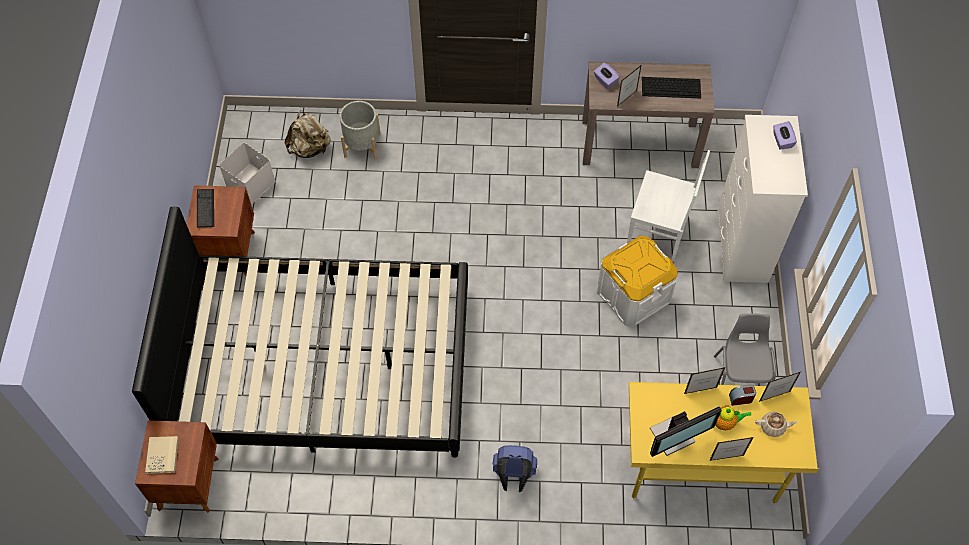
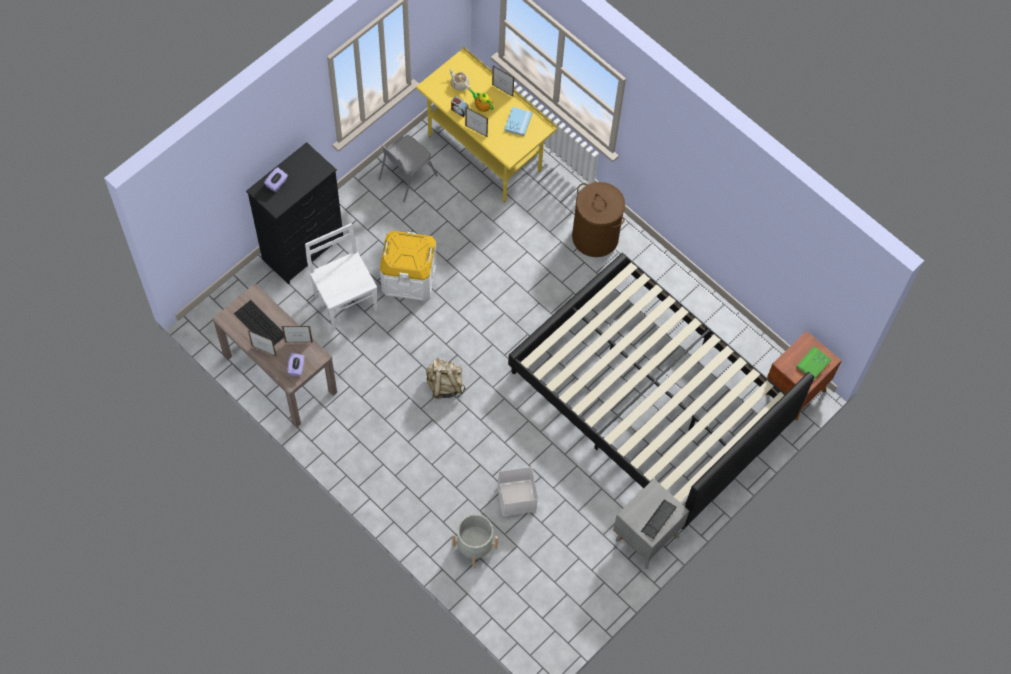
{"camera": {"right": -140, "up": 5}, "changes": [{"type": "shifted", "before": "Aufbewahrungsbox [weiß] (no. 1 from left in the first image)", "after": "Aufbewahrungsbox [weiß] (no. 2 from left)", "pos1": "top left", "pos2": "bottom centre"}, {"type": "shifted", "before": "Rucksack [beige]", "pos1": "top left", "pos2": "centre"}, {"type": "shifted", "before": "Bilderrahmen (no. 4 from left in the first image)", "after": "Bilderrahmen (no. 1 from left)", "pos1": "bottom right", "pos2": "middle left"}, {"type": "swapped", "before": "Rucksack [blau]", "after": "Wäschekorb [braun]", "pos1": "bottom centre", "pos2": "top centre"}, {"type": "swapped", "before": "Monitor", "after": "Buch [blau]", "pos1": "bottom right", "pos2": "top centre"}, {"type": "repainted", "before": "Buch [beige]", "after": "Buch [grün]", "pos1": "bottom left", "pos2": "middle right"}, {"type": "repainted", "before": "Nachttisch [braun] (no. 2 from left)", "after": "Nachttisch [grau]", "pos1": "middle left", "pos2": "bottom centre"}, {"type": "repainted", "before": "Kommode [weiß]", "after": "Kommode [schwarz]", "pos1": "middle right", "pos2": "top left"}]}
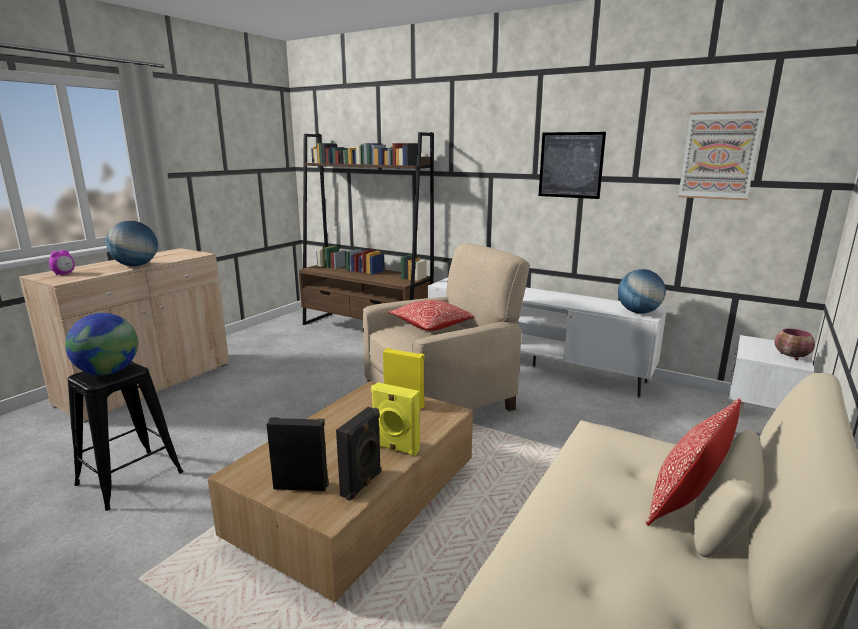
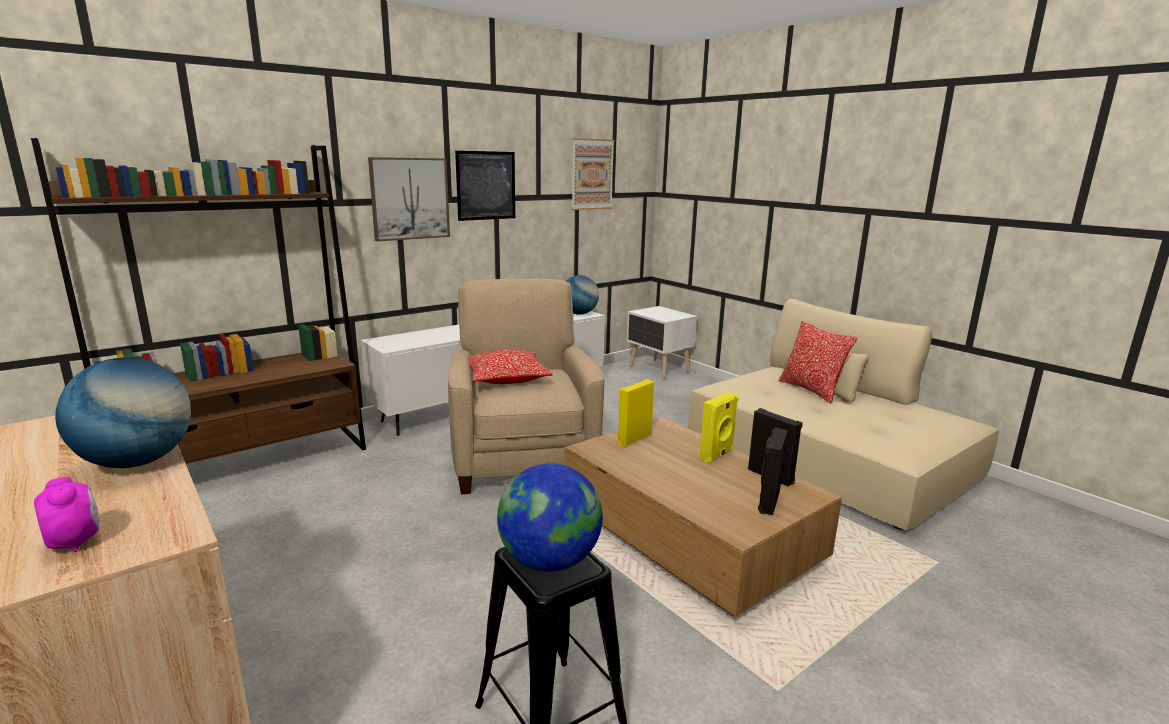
{"camera": {"right": -70, "up": 0}, "changes": [{"type": "gone", "before": "Schüssel", "pos1": "middle right"}, {"type": "new", "after": "Bild (no. 1 from left)", "pos2": "top centre"}]}
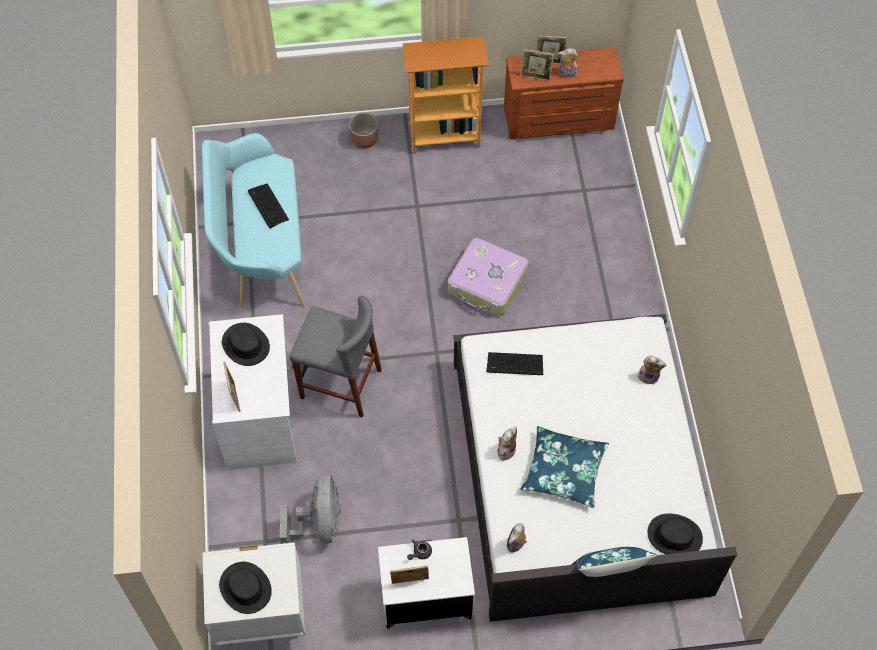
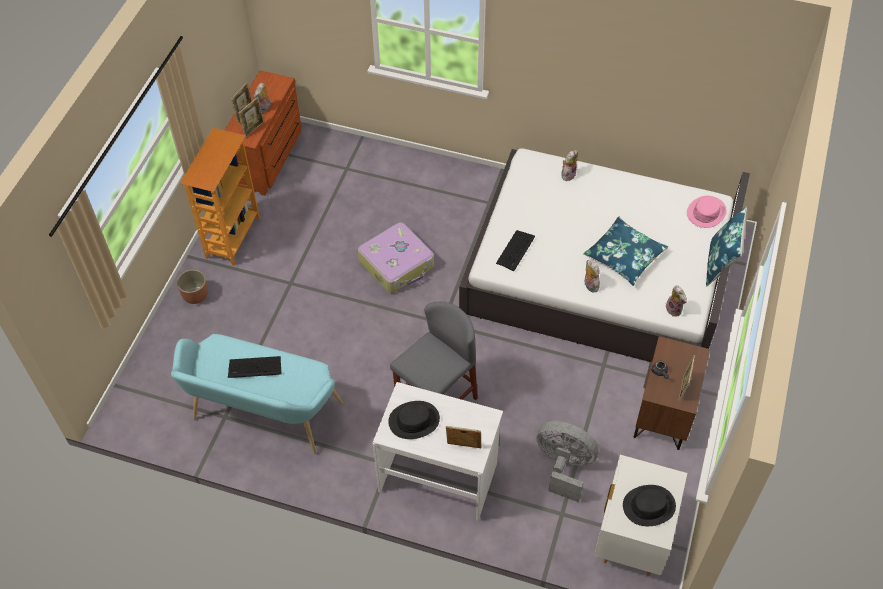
{"camera": {"right": -65, "up": -5}, "changes": [{"type": "repainted", "before": "Nachttisch [weiß] (no. 2 from left)", "after": "Nachttisch [braun]", "pos1": "bottom centre", "pos2": "bottom right"}, {"type": "repainted", "before": "Hut [schwarz] (no. 3 from left)", "after": "Hut [rosa]", "pos1": "bottom right", "pos2": "middle right"}]}
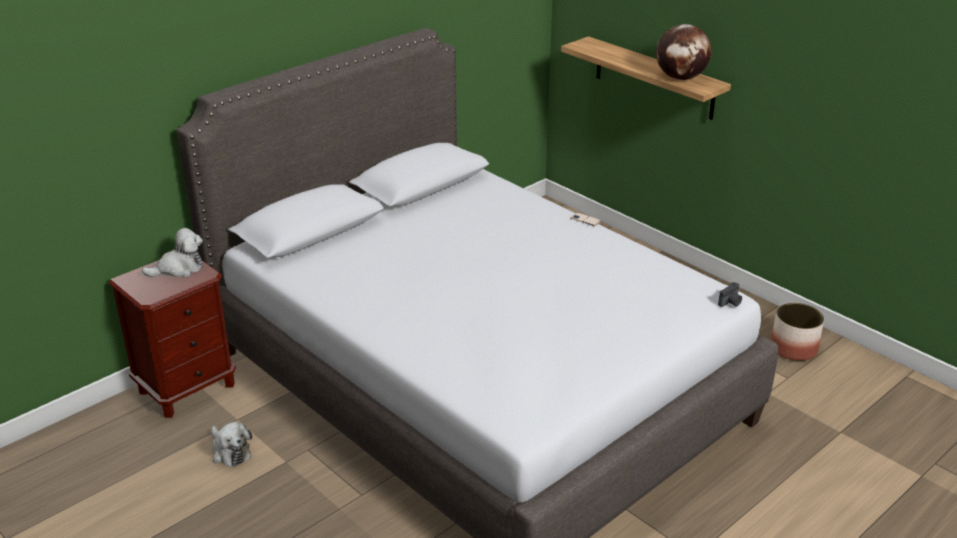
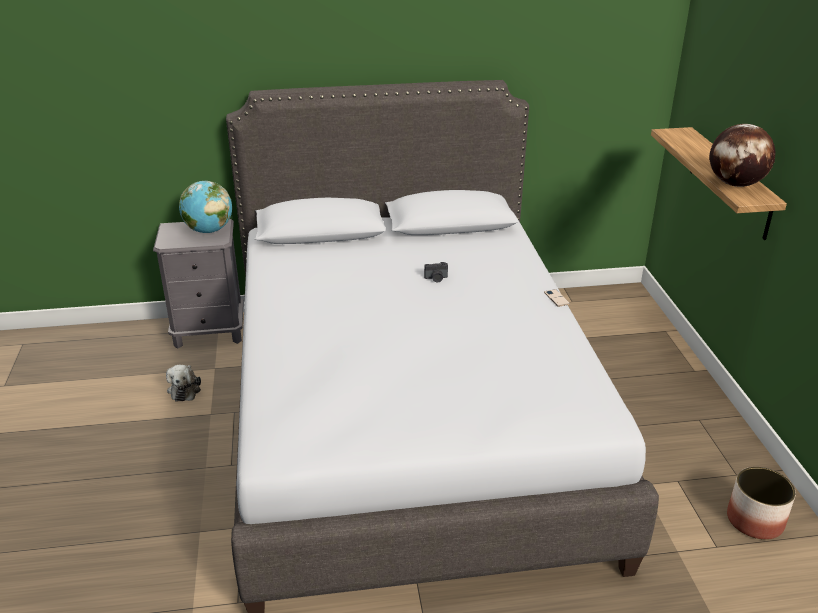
{"camera": {"right": 35, "up": 0}, "changes": [{"type": "shifted", "before": "Kamera", "pos1": "middle right", "pos2": "centre"}, {"type": "swapped", "before": "Plüschtier (no. 1 from left)", "after": "Globus (no. 1 from left)", "pos1": "middle left", "pos2": "middle left"}, {"type": "repainted", "before": "Nachttisch [braun]", "after": "Nachttisch [grau]", "pos1": "middle left", "pos2": "middle left"}]}
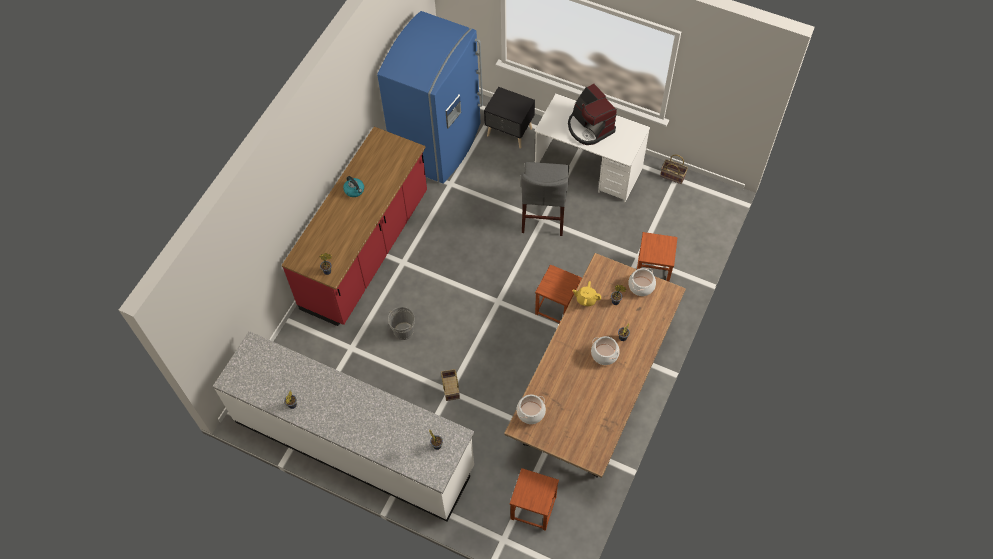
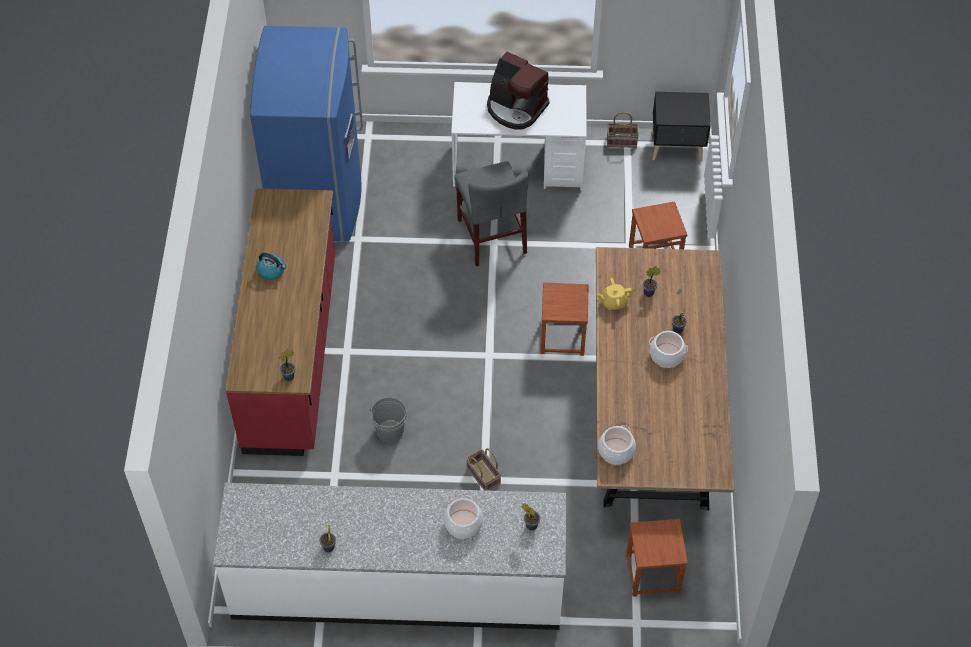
{"camera": {"right": -25, "up": -5}, "changes": [{"type": "shifted", "before": "Nachttisch [schwarz]", "pos1": "top centre", "pos2": "top right"}, {"type": "shifted", "before": "Kochtopf (no. 3 from left in the first image)", "after": "Kochtopf (no. 1 from left)", "pos1": "centre", "pos2": "bottom centre"}]}
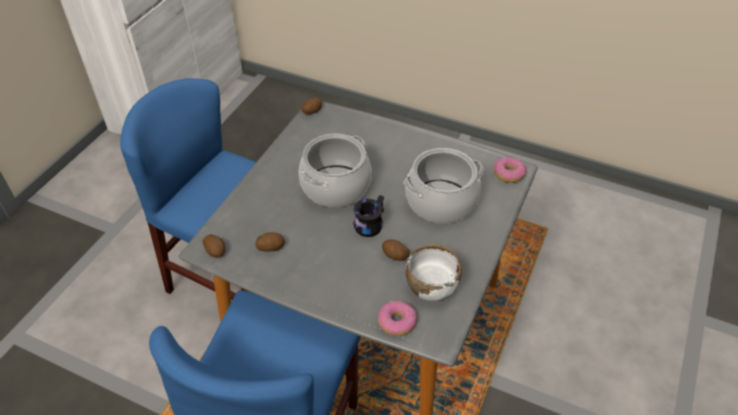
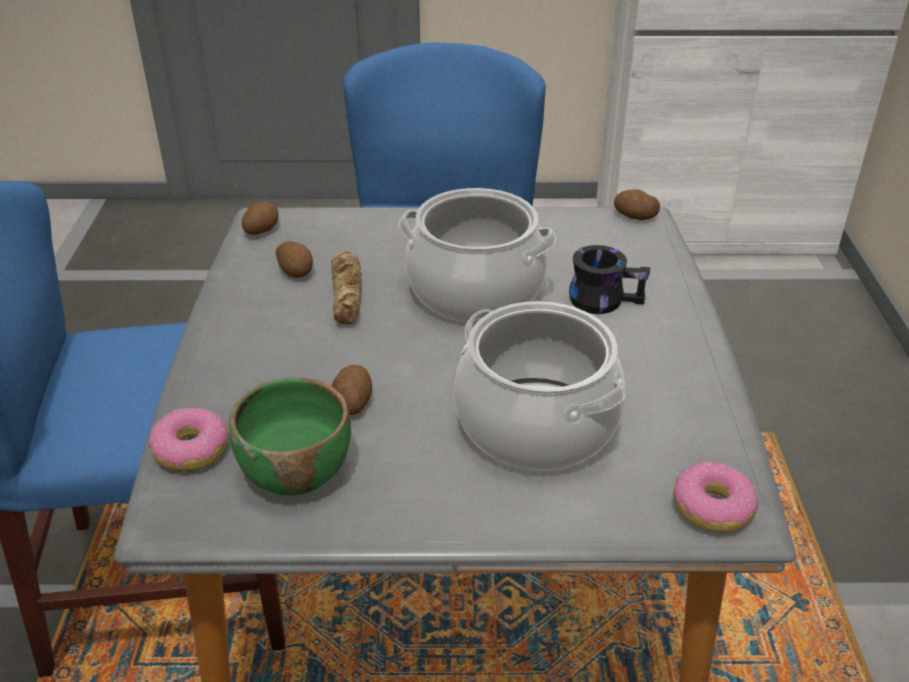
{"camera": {"right": 65, "up": -10}, "changes": [{"type": "new", "after": "Brot", "pos2": "centre"}, {"type": "shifted", "before": "Henkelbecher [schwarz]", "pos1": "centre", "pos2": "middle right"}, {"type": "repainted", "before": "Schüssel [weiß]", "after": "Schüssel [grün]", "pos1": "centre", "pos2": "middle left"}]}
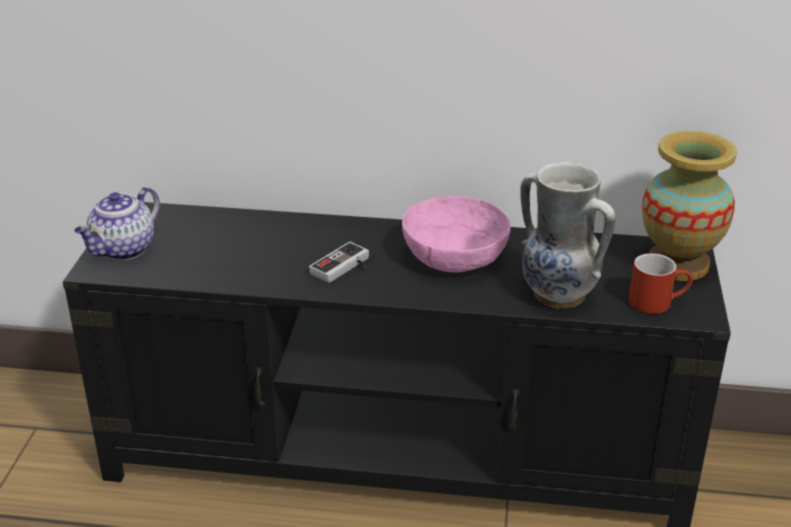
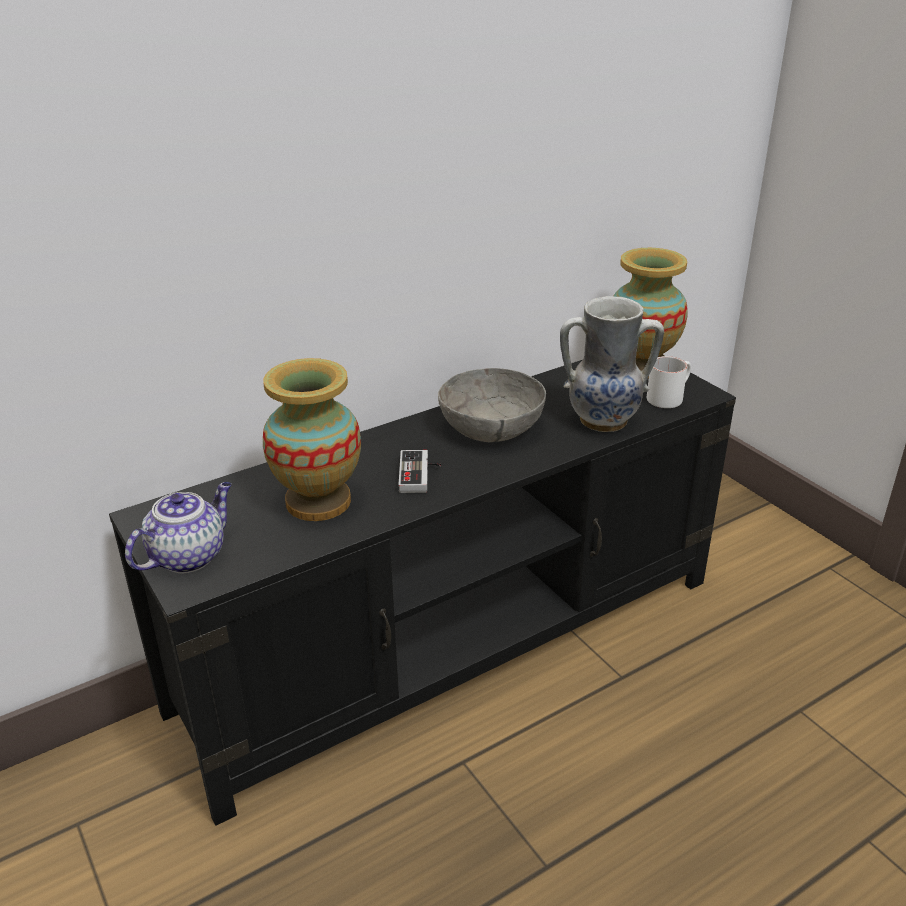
{"camera": {"right": -40, "up": 0}, "changes": [{"type": "new", "after": "Vase (no. 1 from left)", "pos2": "centre"}, {"type": "repainted", "before": "Schüssel [rosa]", "after": "Schüssel [grau]", "pos1": "centre", "pos2": "centre"}, {"type": "repainted", "before": "Henkelbecher [rot]", "after": "Henkelbecher [weiß]", "pos1": "middle right", "pos2": "middle right"}, {"type": "rotated", "before": "Teekanne", "pos1": "middle left", "pos2": "middle left", "turn": -135}]}
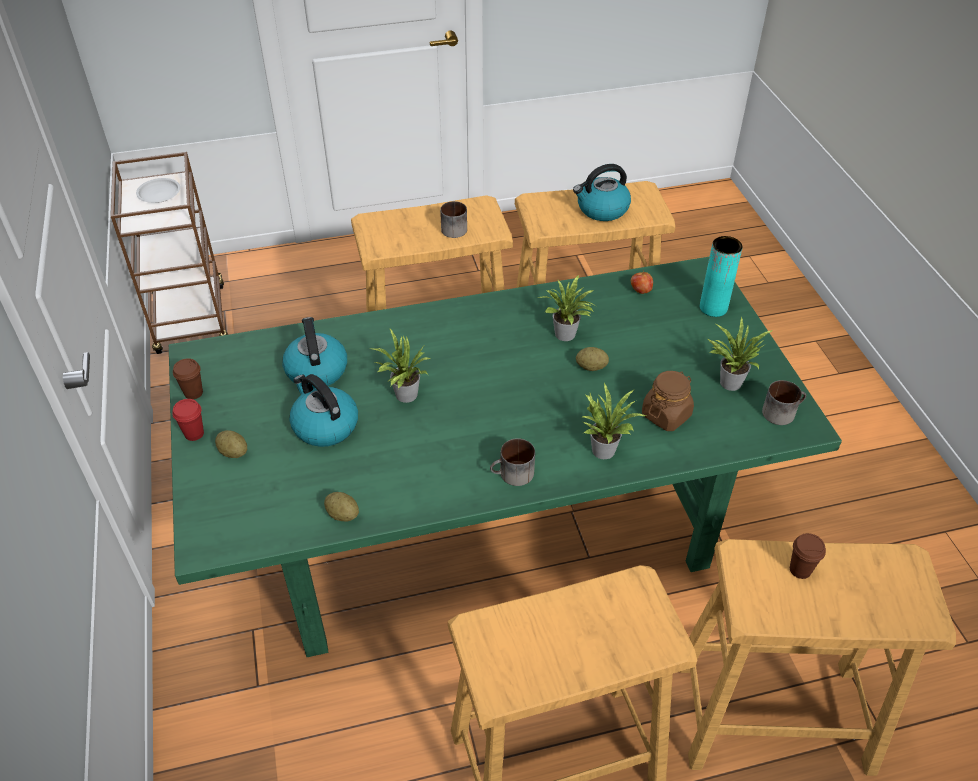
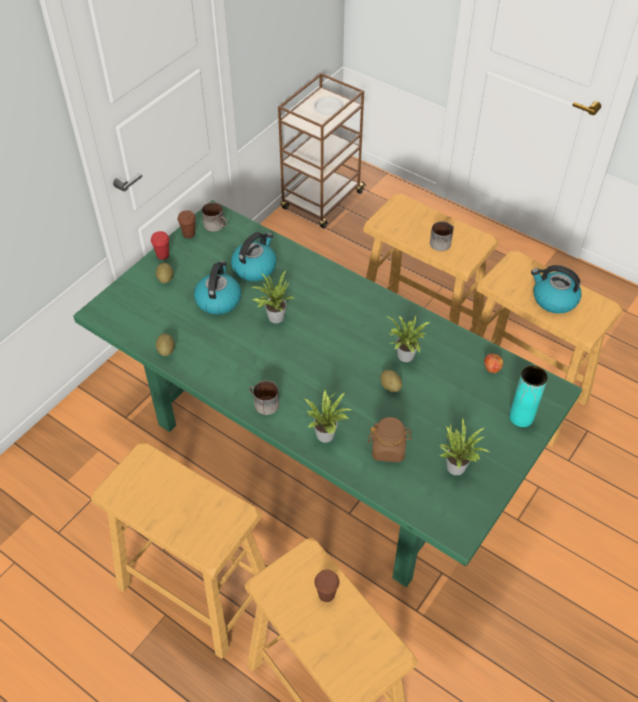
{"camera": {"right": 50, "up": 5}, "changes": [{"type": "shifted", "before": "Henkelbecher (no. 3 from left in the first image)", "after": "Henkelbecher (no. 1 from left)", "pos1": "middle right", "pos2": "top centre"}]}
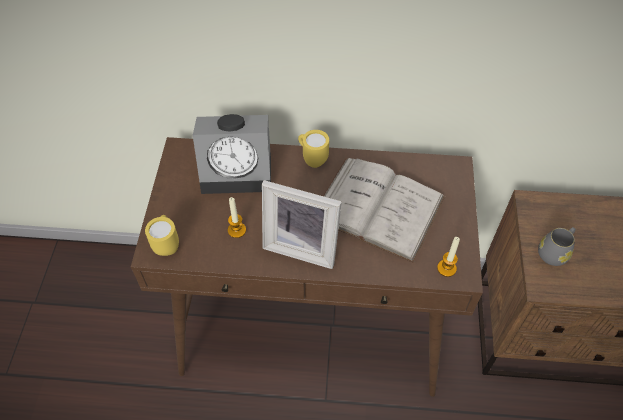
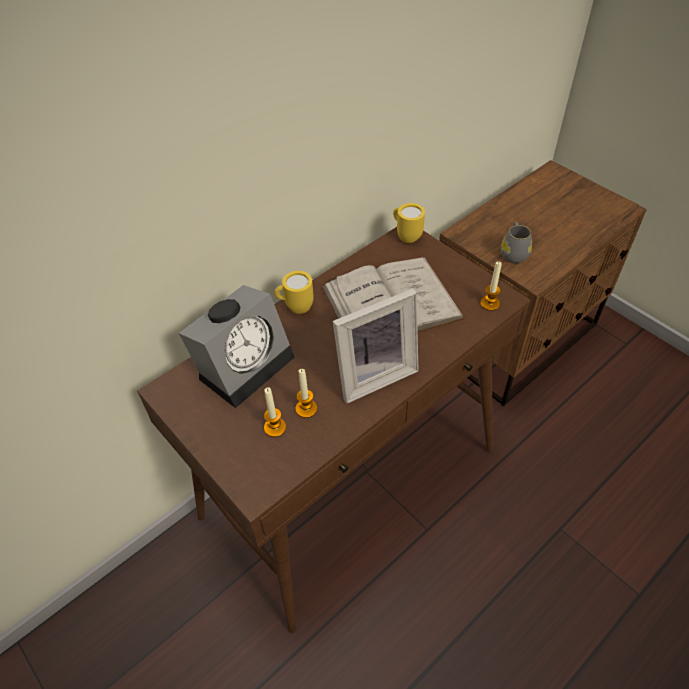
{"camera": {"right": -45, "up": -5}, "changes": [{"type": "new", "after": "Kerze (no. 1 from left)", "pos2": "centre"}, {"type": "shifted", "before": "Henkelbecher [gelb] (no. 1 from left in the first image)", "after": "Henkelbecher [gelb] (no. 2 from left)", "pos1": "middle left", "pos2": "top centre"}]}
